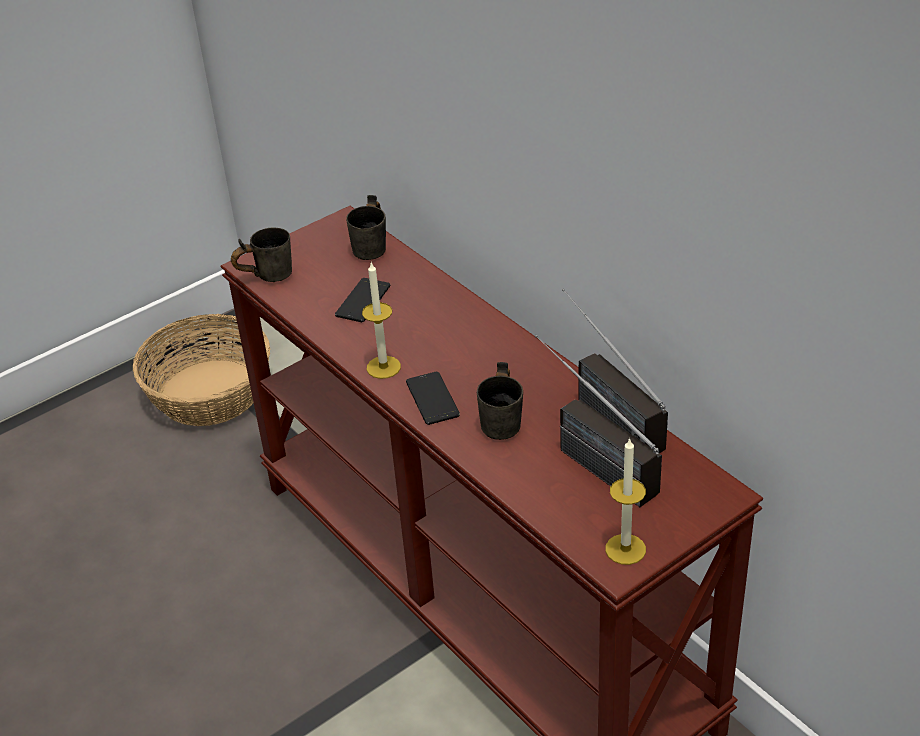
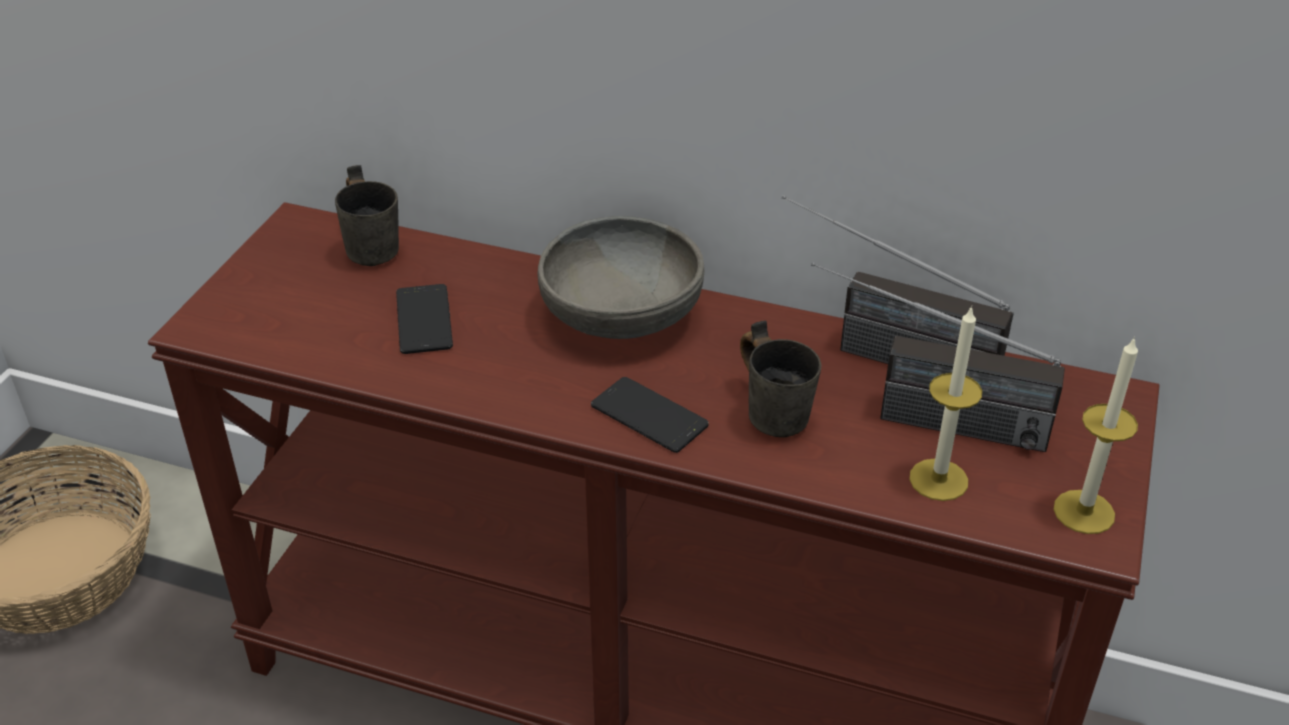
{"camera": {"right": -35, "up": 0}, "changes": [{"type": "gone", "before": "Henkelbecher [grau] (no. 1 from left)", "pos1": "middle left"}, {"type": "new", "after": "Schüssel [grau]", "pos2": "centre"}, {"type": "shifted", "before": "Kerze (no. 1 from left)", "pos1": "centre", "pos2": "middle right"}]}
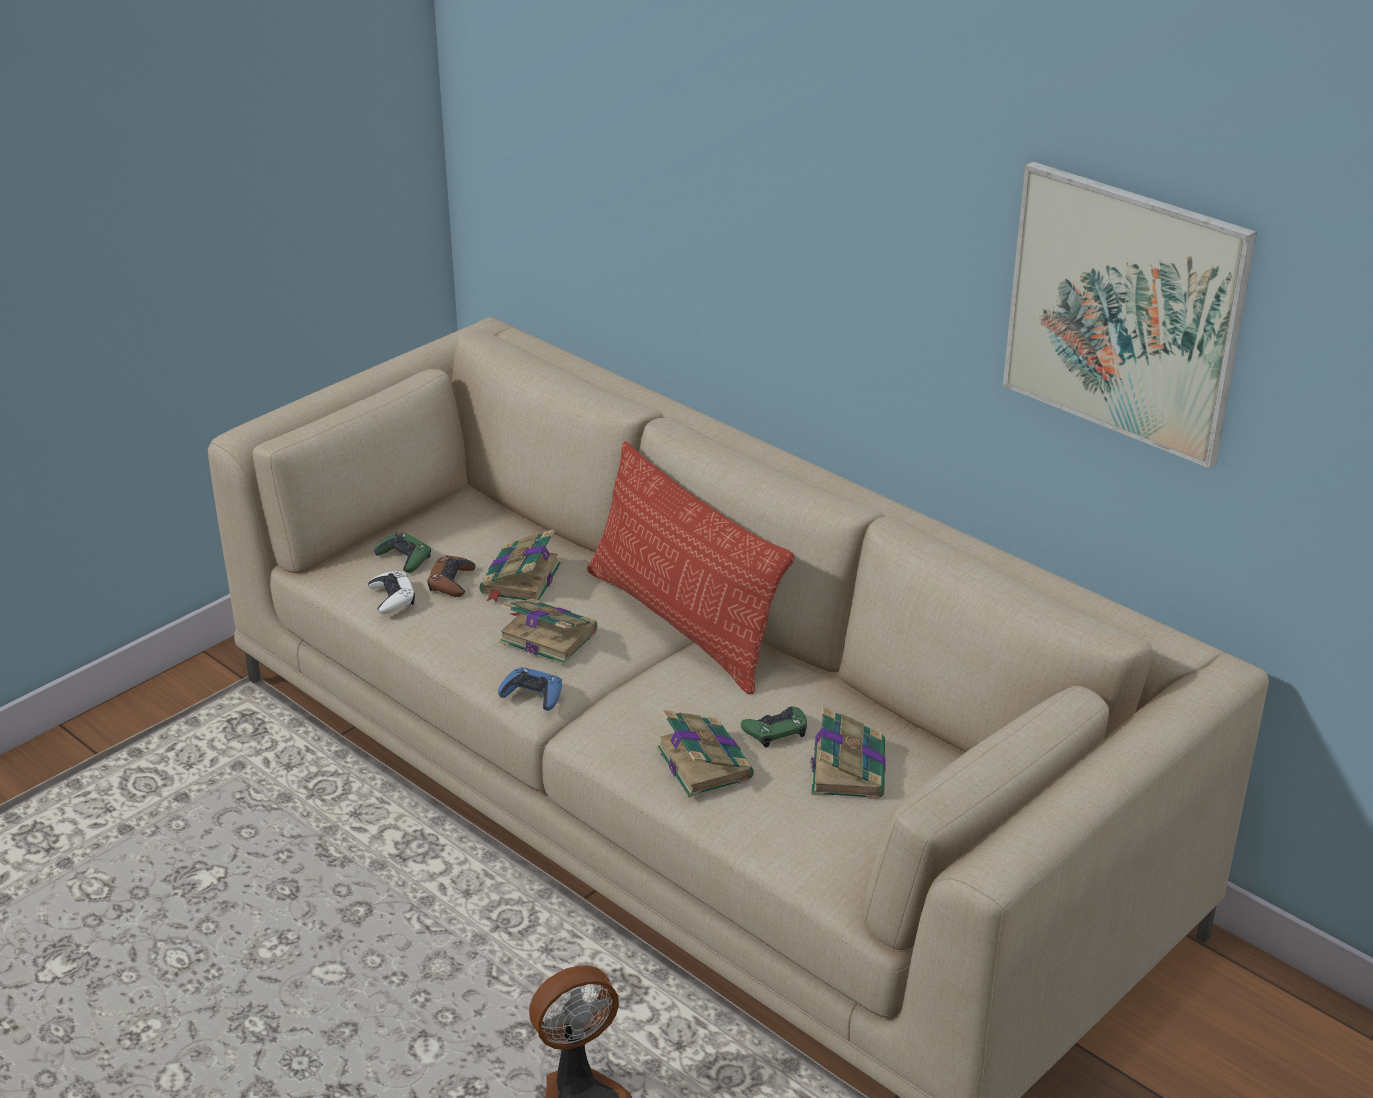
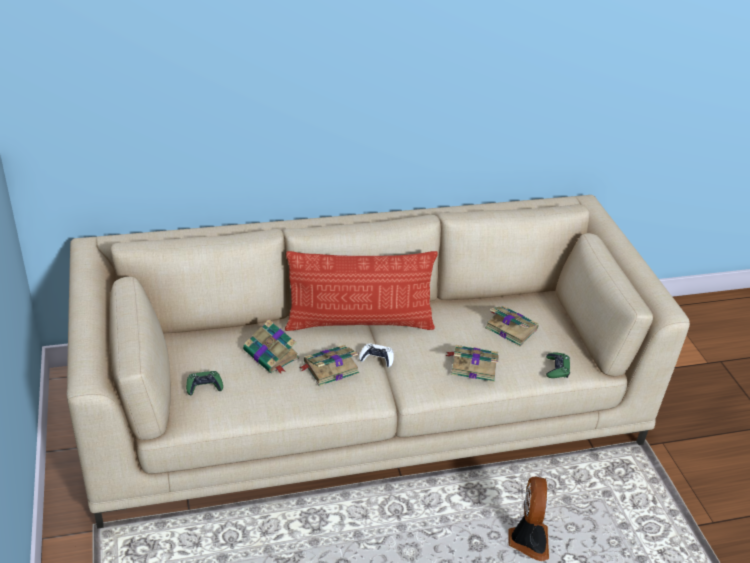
{"camera": {"right": -60, "up": 5}, "changes": [{"type": "gone", "before": "Gamepad [braun]", "pos1": "middle left"}, {"type": "gone", "before": "Gamepad [blau]", "pos1": "centre"}, {"type": "gone", "before": "Bild", "pos1": "top right"}, {"type": "shifted", "before": "Gamepad [weiß]", "pos1": "middle left", "pos2": "centre"}, {"type": "shifted", "before": "Gamepad [grün] (no. 2 from left)", "pos1": "centre", "pos2": "middle right"}]}
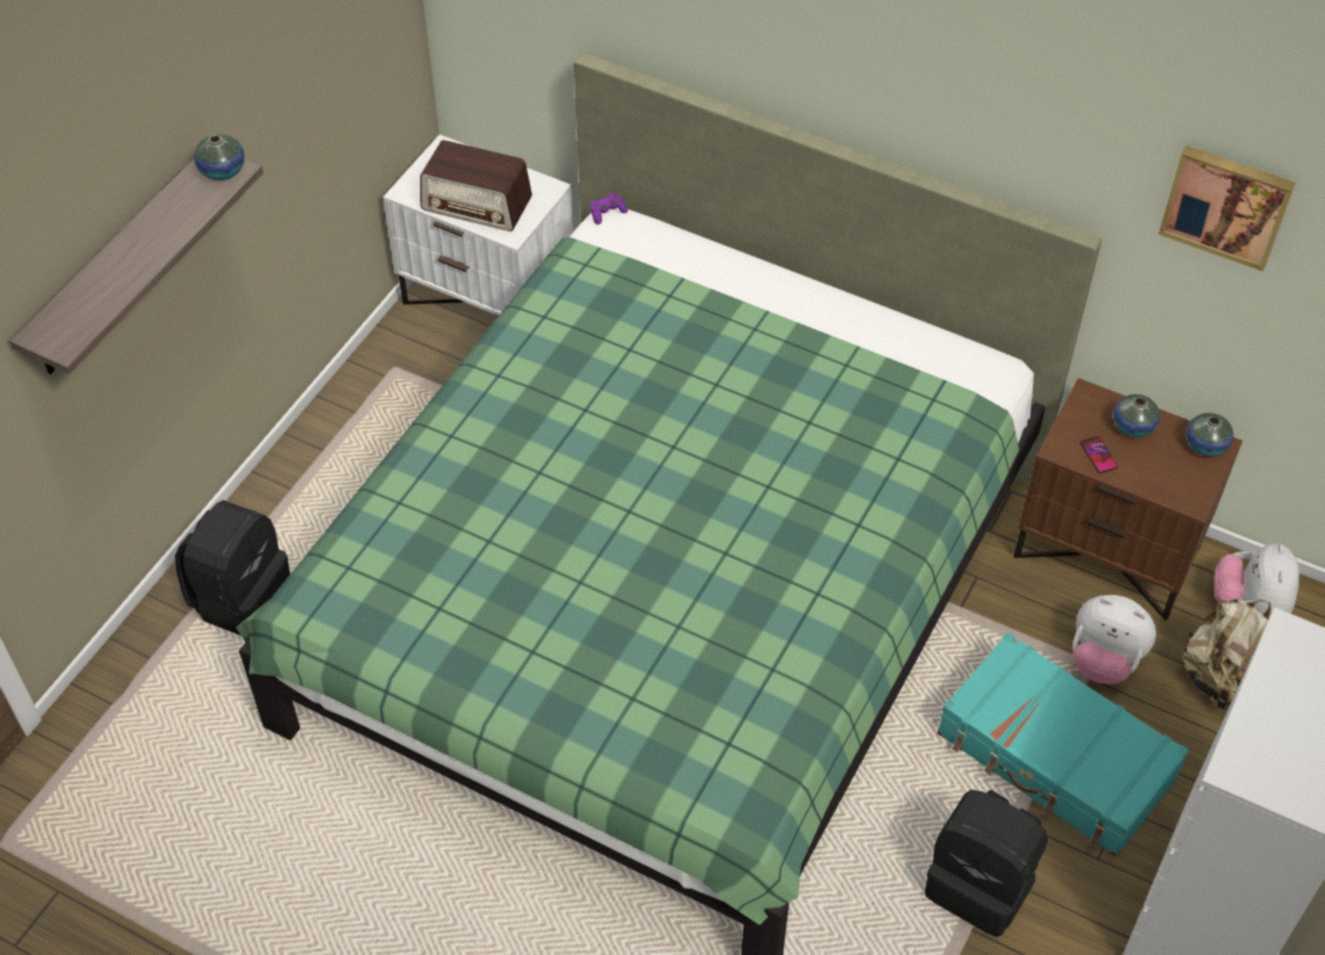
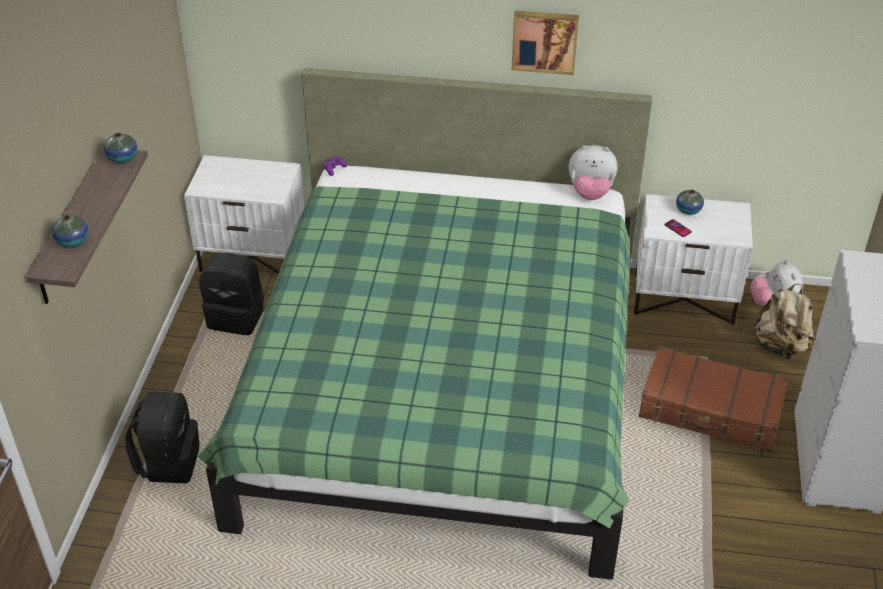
{"camera": {"right": -20, "up": -10}, "changes": [{"type": "gone", "before": "Radio", "pos1": "top centre"}, {"type": "shifted", "before": "Rucksack [schwarz] (no. 2 from left)", "pos1": "bottom right", "pos2": "middle left"}, {"type": "shifted", "before": "Plüschtier (no. 1 from left)", "pos1": "bottom right", "pos2": "top right"}, {"type": "shifted", "before": "Bild", "pos1": "top right", "pos2": "top centre"}, {"type": "shifted", "before": "Vase (no. 3 from left in the first image)", "after": "Vase (no. 1 from left)", "pos1": "middle right", "pos2": "middle left"}, {"type": "repainted", "before": "Koffer [türkis]", "after": "Koffer [braun]", "pos1": "bottom right", "pos2": "bottom right"}, {"type": "repainted", "before": "Nachttisch [braun]", "after": "Nachttisch [weiß] (no. 2 from left)", "pos1": "middle right", "pos2": "middle right"}]}
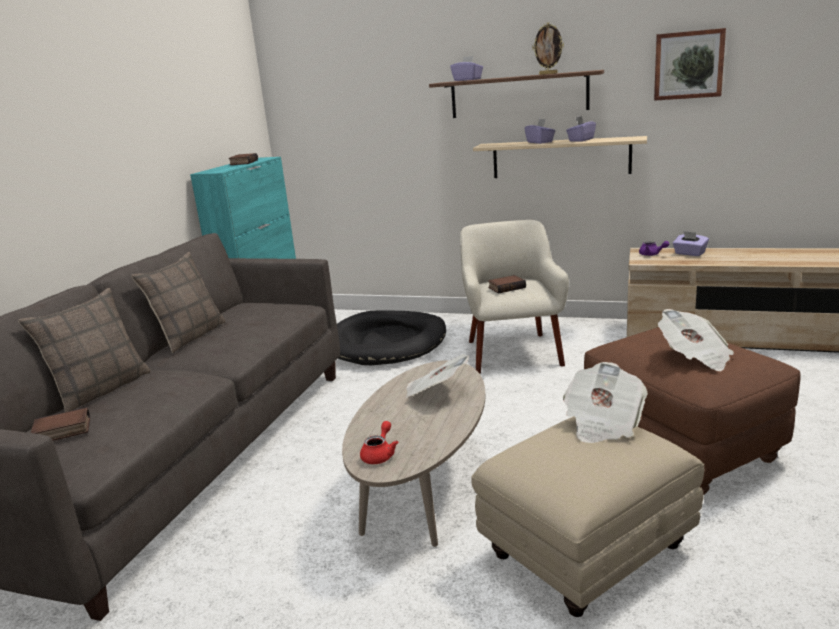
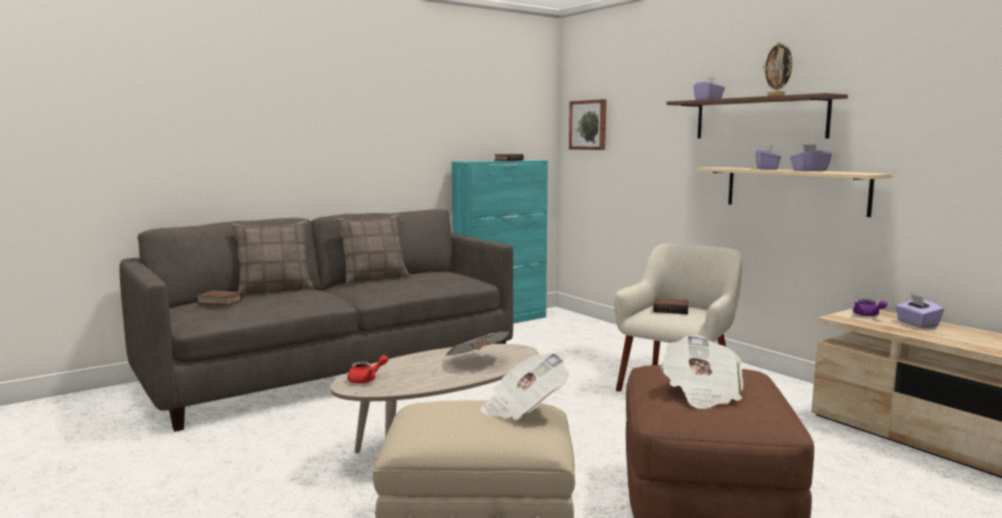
{"camera": {"right": 35, "up": -10}, "changes": [{"type": "gone", "before": "Hundebett [schwarz]", "pos1": "centre"}, {"type": "shifted", "before": "Bild", "pos1": "top right", "pos2": "top centre"}]}
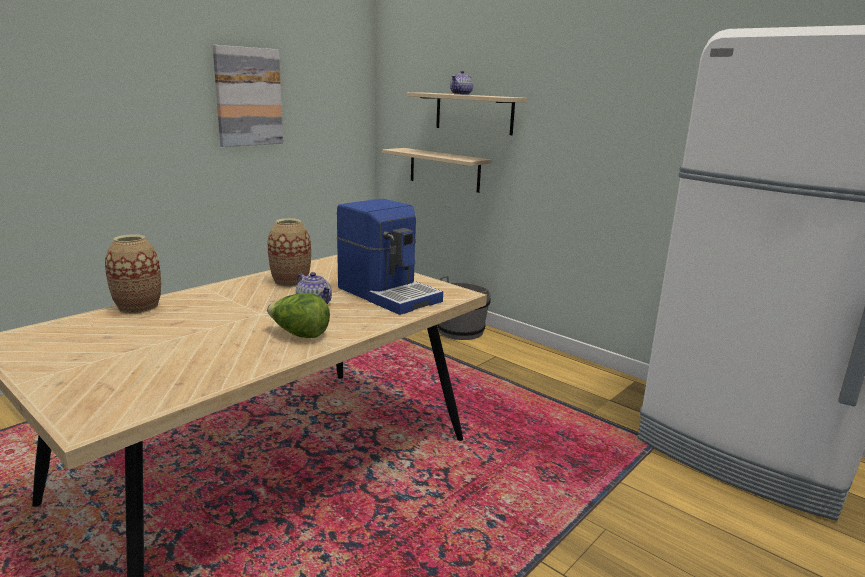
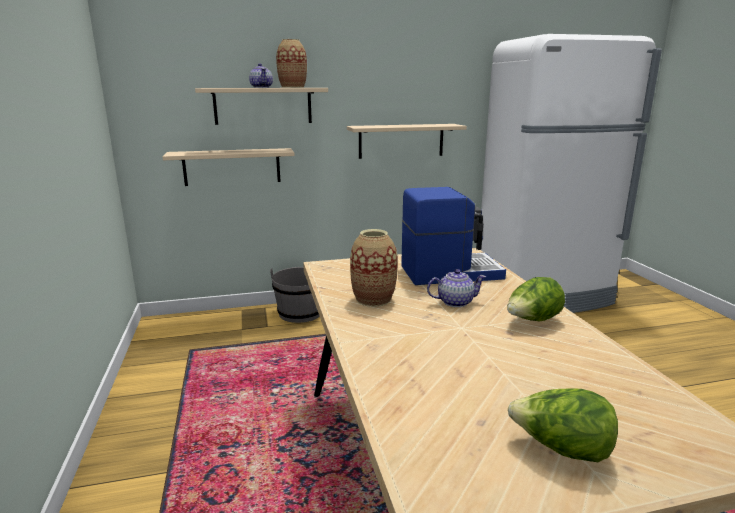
{"camera": {"right": -55, "up": 0}, "changes": [{"type": "gone", "before": "Bild", "pos1": "top left"}, {"type": "new", "after": "Wandregal [beige] (no. 3 from left)", "pos2": "top centre"}, {"type": "new", "after": "Salatkopf (no. 2 from left)", "pos2": "bottom right"}, {"type": "shifted", "before": "Vase (no. 1 from left)", "pos1": "middle left", "pos2": "top centre"}]}
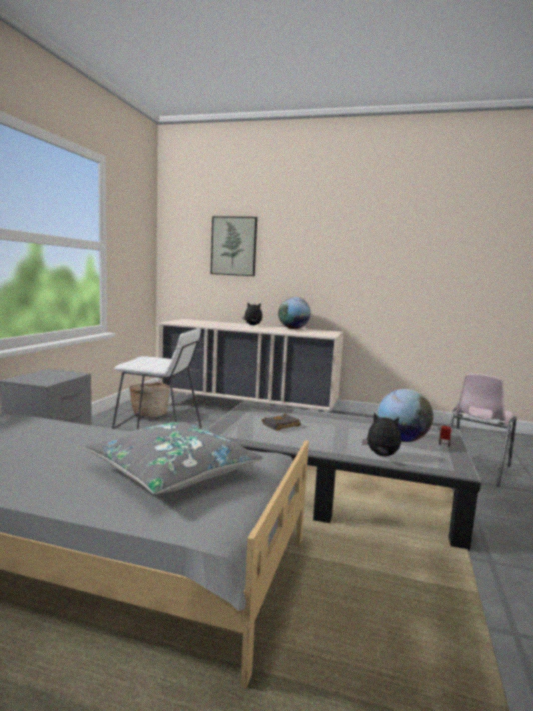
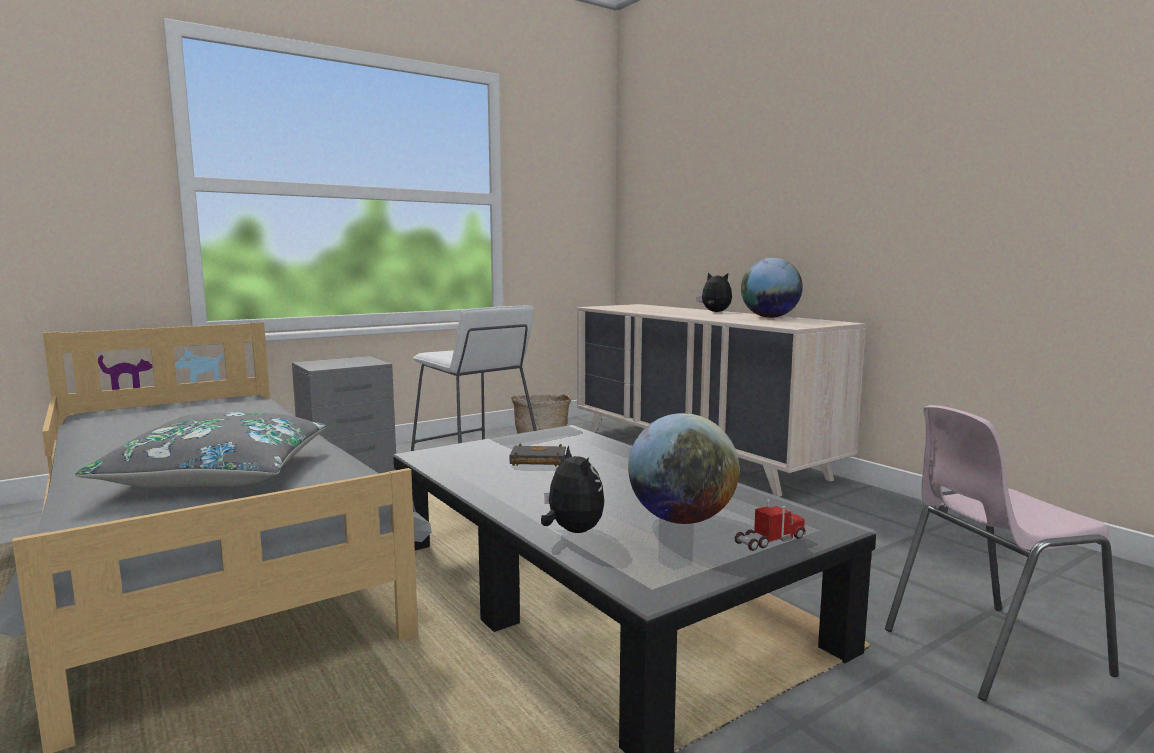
{"camera": {"right": 40, "up": 0}, "changes": [{"type": "gone", "before": "Bild", "pos1": "centre"}]}
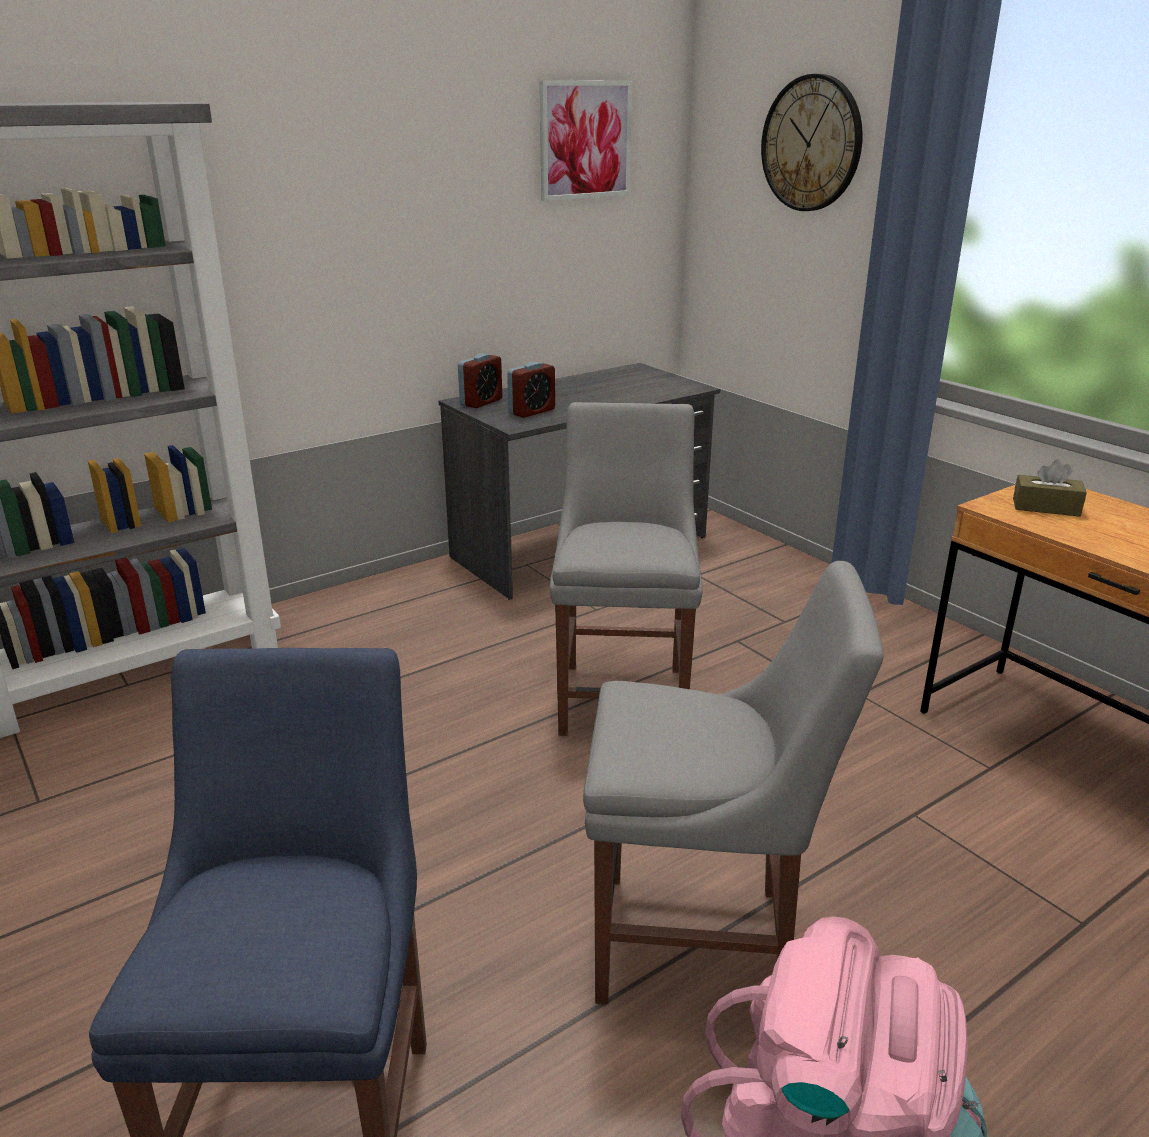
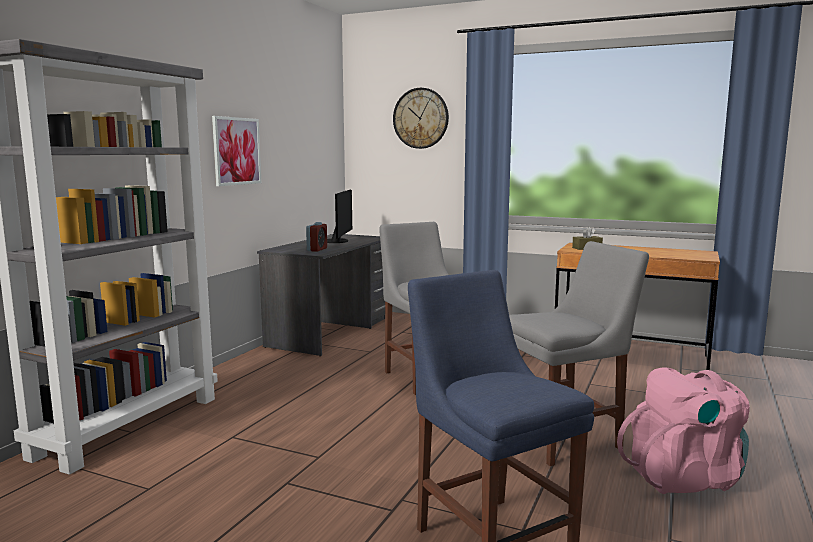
{"camera": {"right": -30, "up": -15}, "changes": [{"type": "gone", "before": "Wecker (no. 1 from left)", "pos1": "centre"}, {"type": "new", "after": "Monitor", "pos2": "centre"}, {"type": "shifted", "before": "Bild", "pos1": "top centre", "pos2": "top left"}]}
